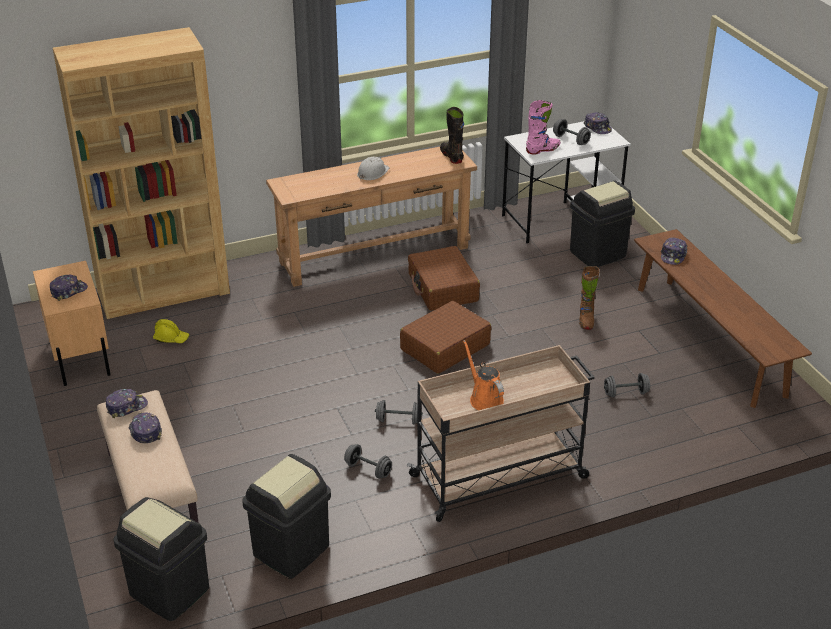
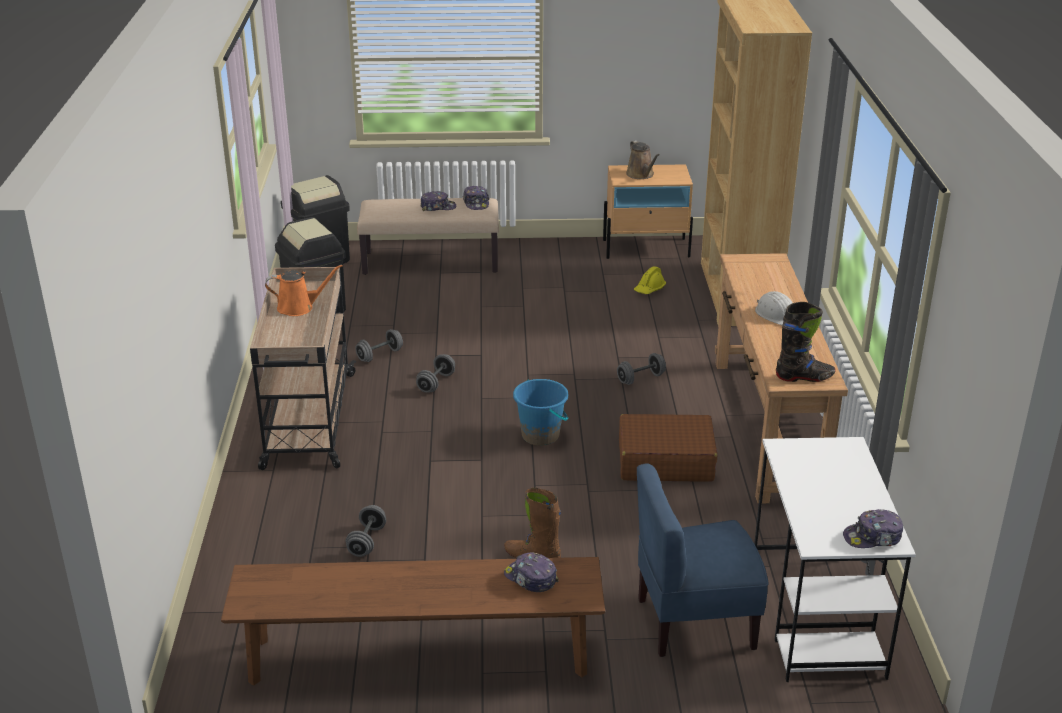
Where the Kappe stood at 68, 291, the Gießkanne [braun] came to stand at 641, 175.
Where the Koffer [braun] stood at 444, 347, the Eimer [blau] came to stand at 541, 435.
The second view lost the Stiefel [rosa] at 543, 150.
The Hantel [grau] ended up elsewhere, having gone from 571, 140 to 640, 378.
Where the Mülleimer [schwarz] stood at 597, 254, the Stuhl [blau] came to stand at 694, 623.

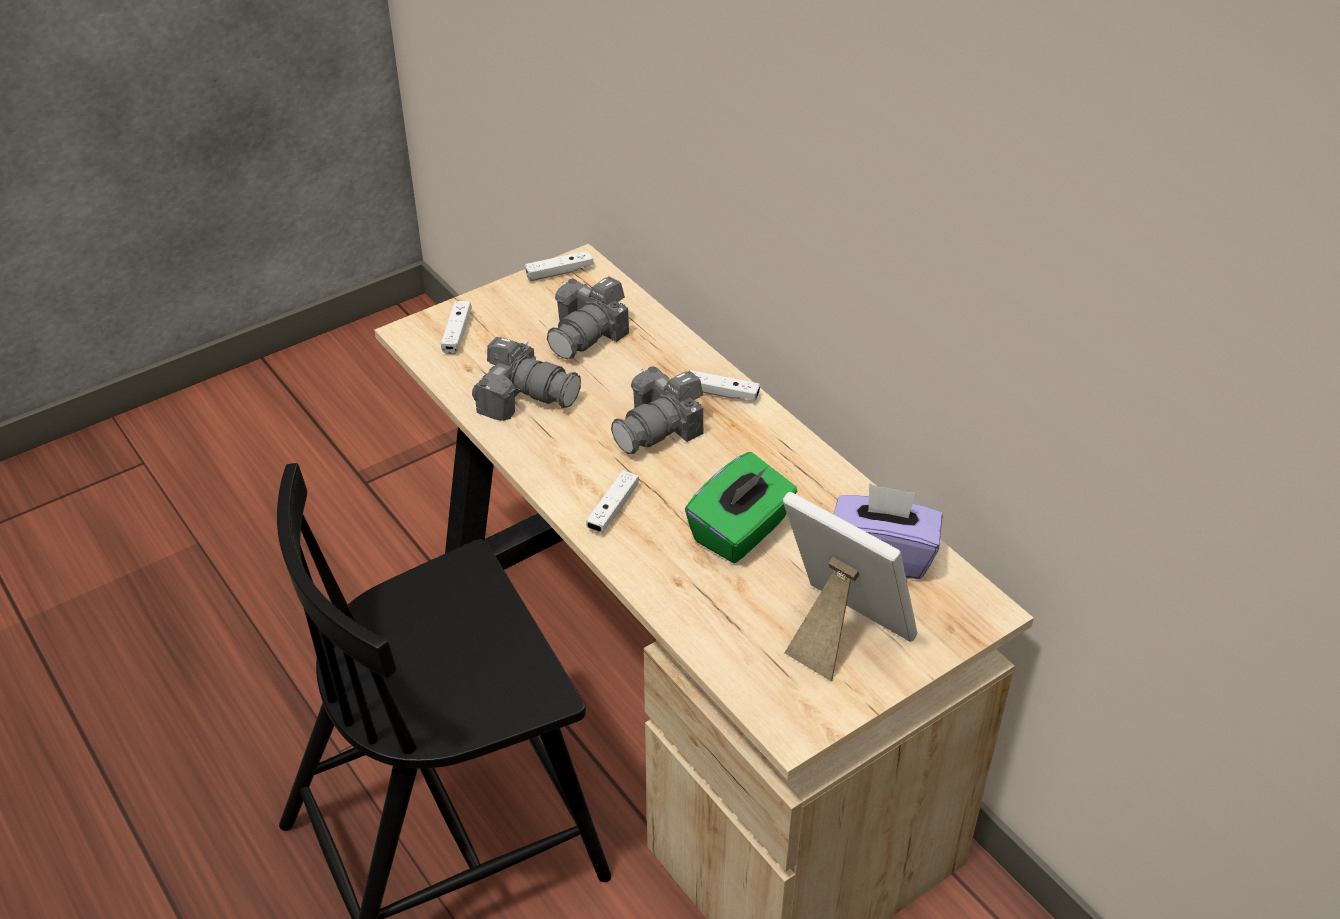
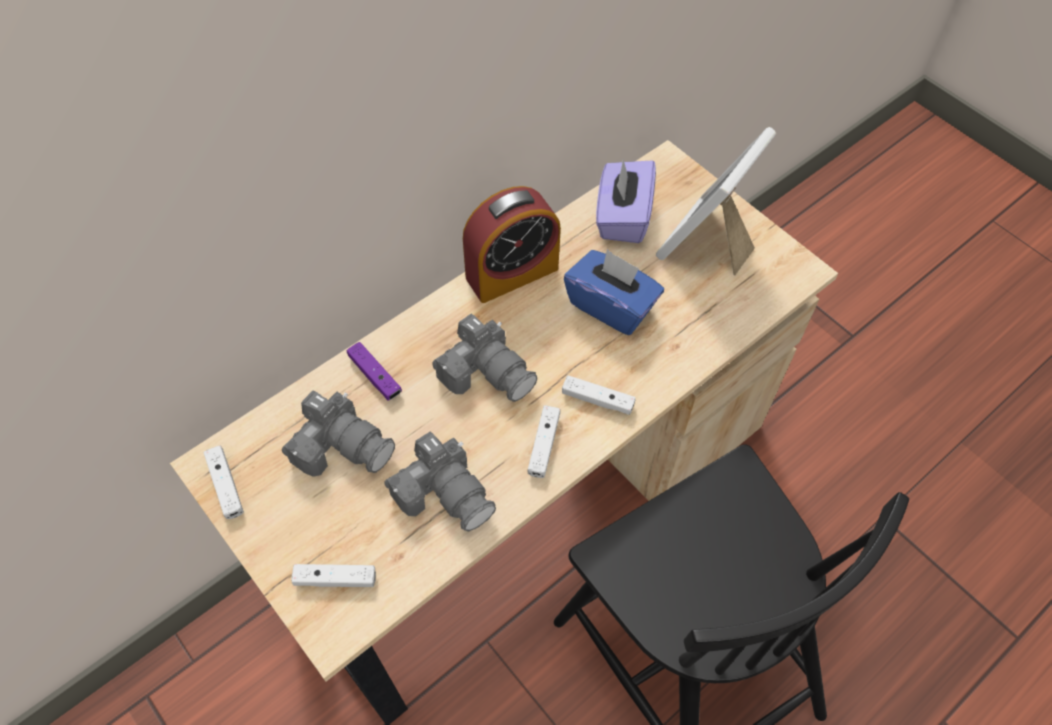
The Kamera at 525, 396 ended up facing another way, 120 degrees clockwise from before.
What was the Taschentuchbox [grün] at 741, 531 turned into the Taschentuchbox [blau] at 611, 306.
The Gamepad [weiß] ended up elsewhere, having gone from 721, 393 to 543, 445.
The second view gained the Gamepad [lila] at 375, 376.
The second view gained the Wecker at 512, 273.

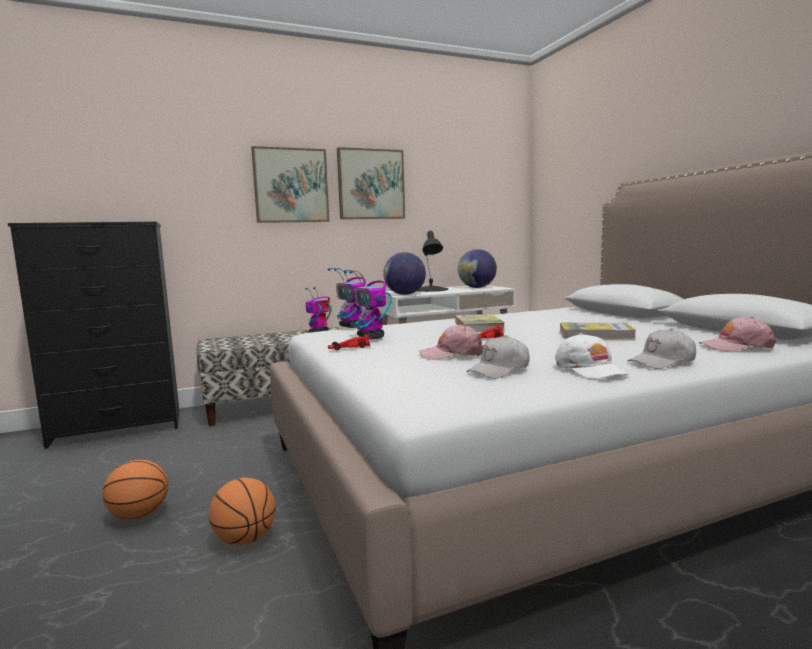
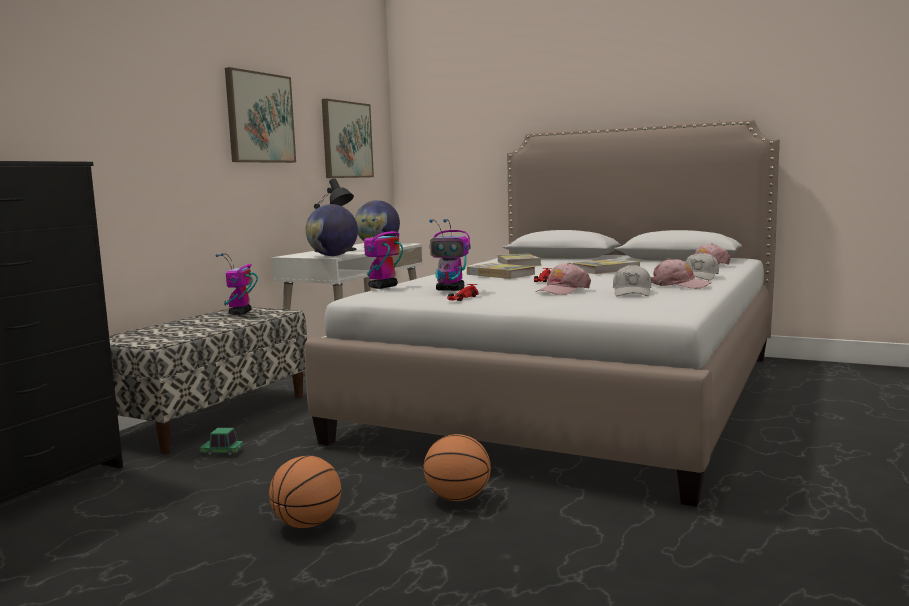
The Bild ended up elsewhere, having gone from 291, 185 to 346, 140.
The Spielzeugroboter at 352, 327 ended up facing another way, 120 degrees clockwise from before.
What was the Kappe [weiß] at 590, 369 turned into the Kappe [rosa] at 679, 285.
The second view gained the Spielzeugauto at 222, 452.
The second view gained the Buch at 518, 263.

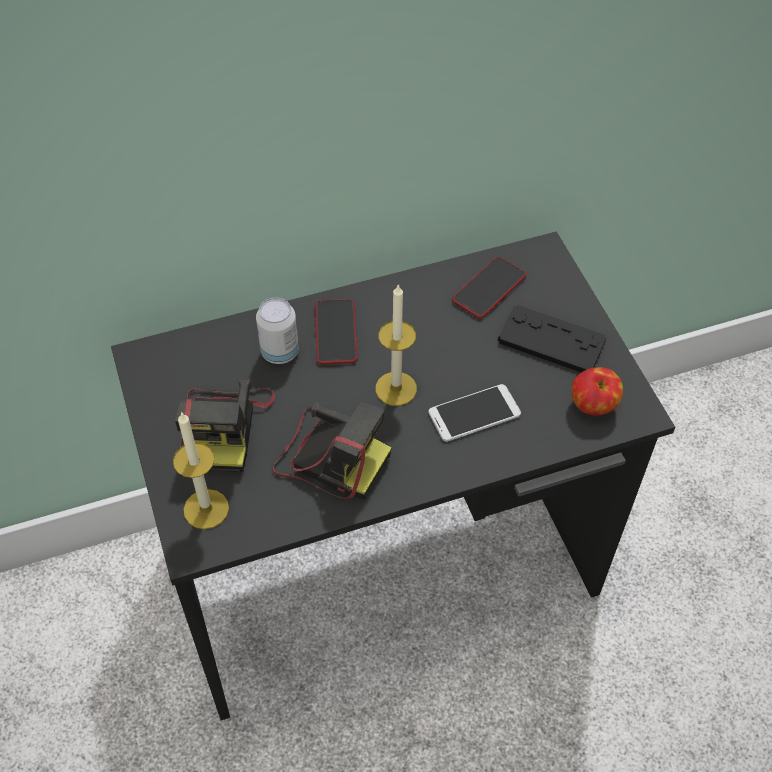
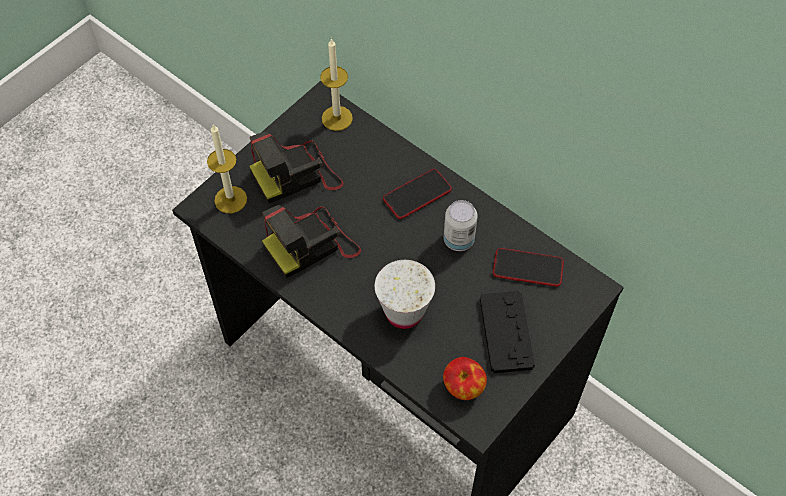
The Dose ended up elsewhere, having gone from 280, 352 to 458, 240.
The Kamera at 329, 456 ended up facing another way, 60 degrees clockwise from before.
The Kerze ended up elsewhere, having gone from 396, 388 to 337, 118.
Where the Handy stood at 474, 413, the Tasse [weiß] came to stand at 404, 313.

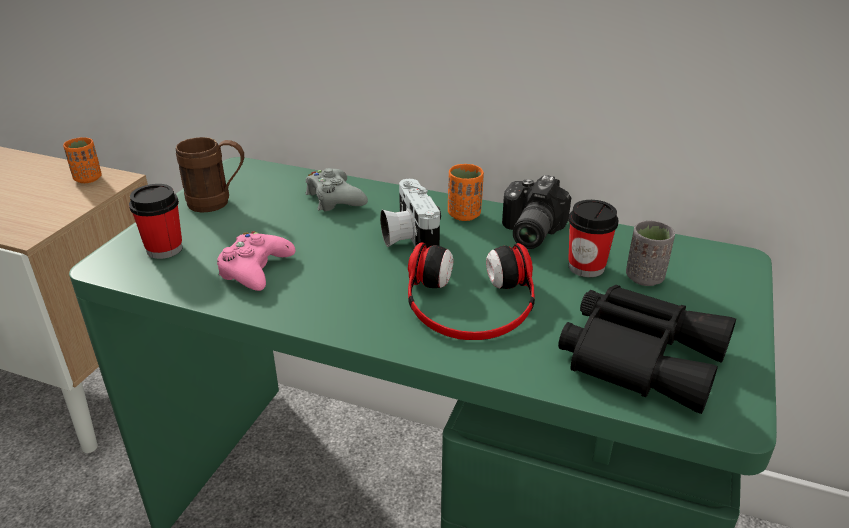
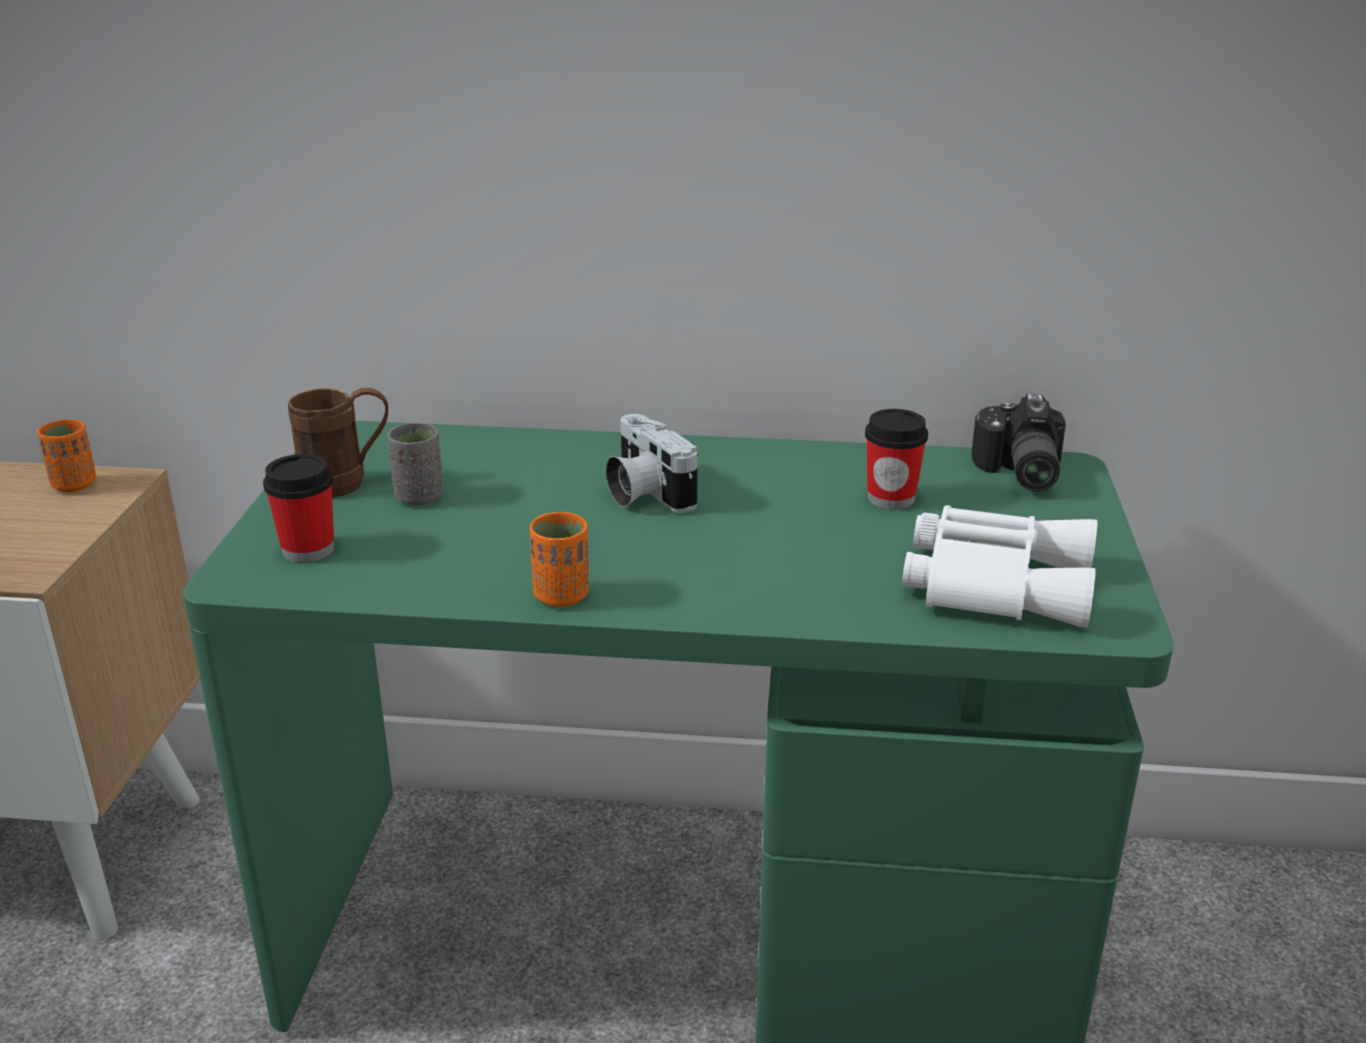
The second view lost the Gamepad [rosa] at 255, 269.
The second view lost the Gamepad [grau] at 334, 198.
The second view lost the Kopfhörer at 470, 303.
The Tasse [orange] ended up elsewhere, having gone from 464, 214 to 561, 596.
The Kamera ended up elsewhere, having gone from 527, 232 to 1017, 473.
What was the Fernglas [schwarz] at 640, 354 turned into the Fernglas [weiß] at 994, 581.
The Tasse [grau] ended up elsewhere, having gone from 644, 278 to 419, 497.

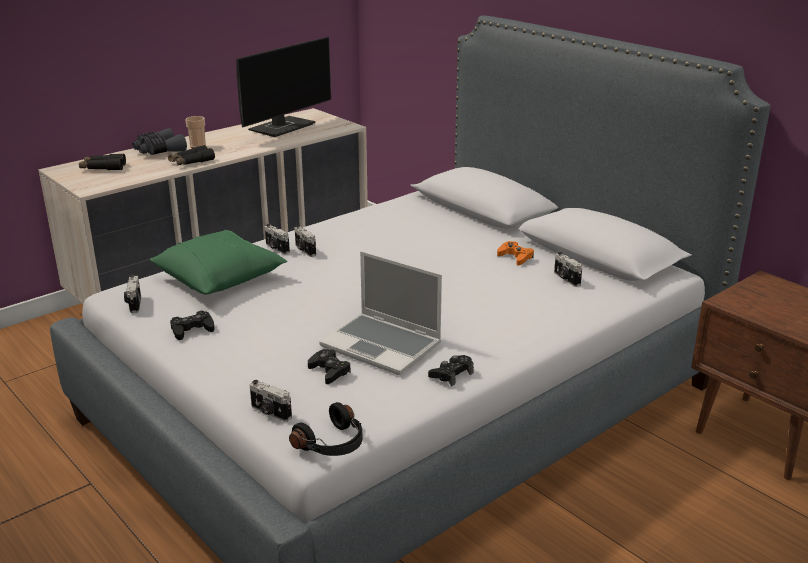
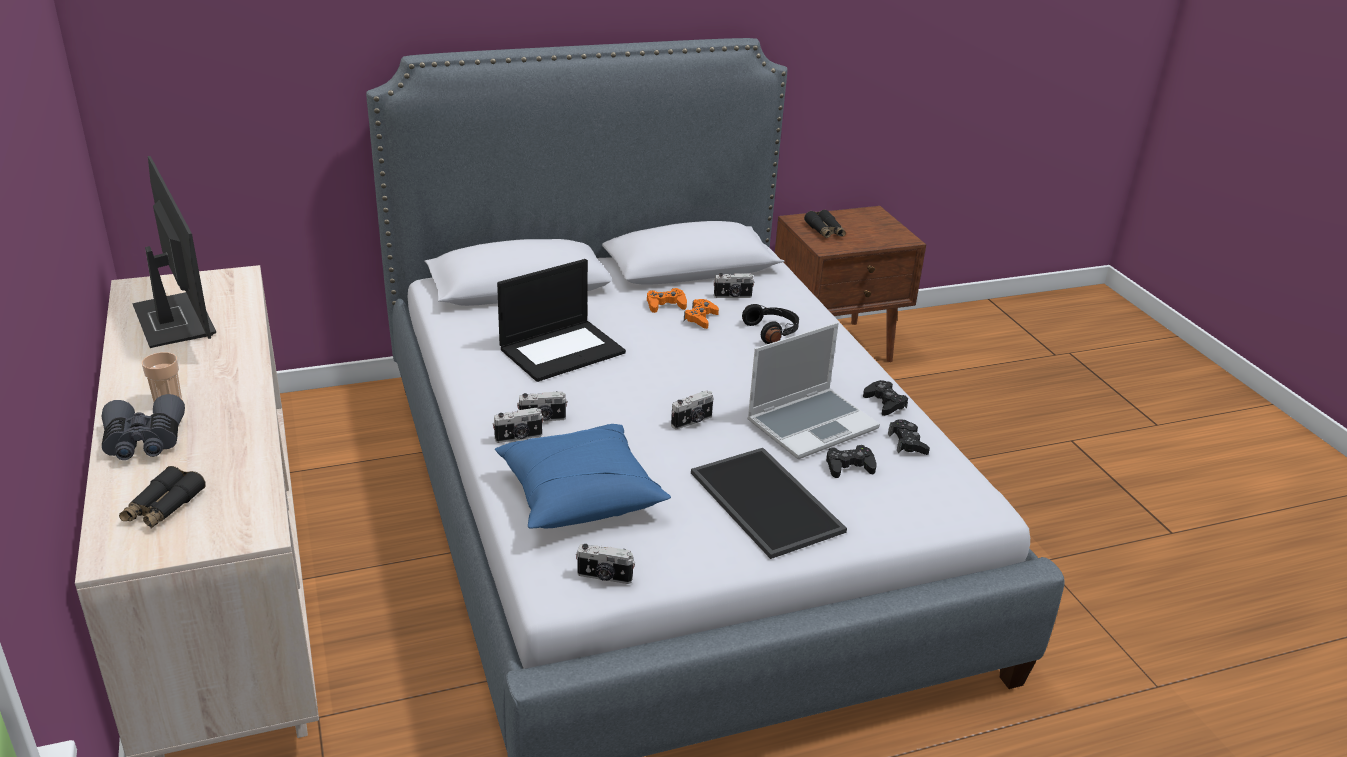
What was the Kissen [grün] at 220, 278 turned into the Kissen [blau] at 579, 494.
The Fernglas [schwarz] ended up elsewhere, having gone from 191, 162 to 825, 231.
The Gamepad [schwarz] ended up elsewhere, having gone from 192, 330 to 907, 443.
The Kamera ended up elsewhere, having gone from 270, 412 to 692, 422.
The Kopfhörer [schwarz] ended up elsewhere, having gone from 333, 444 to 772, 331.
The second view gained the Laptop at 562, 350.
The second view gained the Gamepad [orange] at 700, 318.
The second view gained the Tablett at 769, 502.

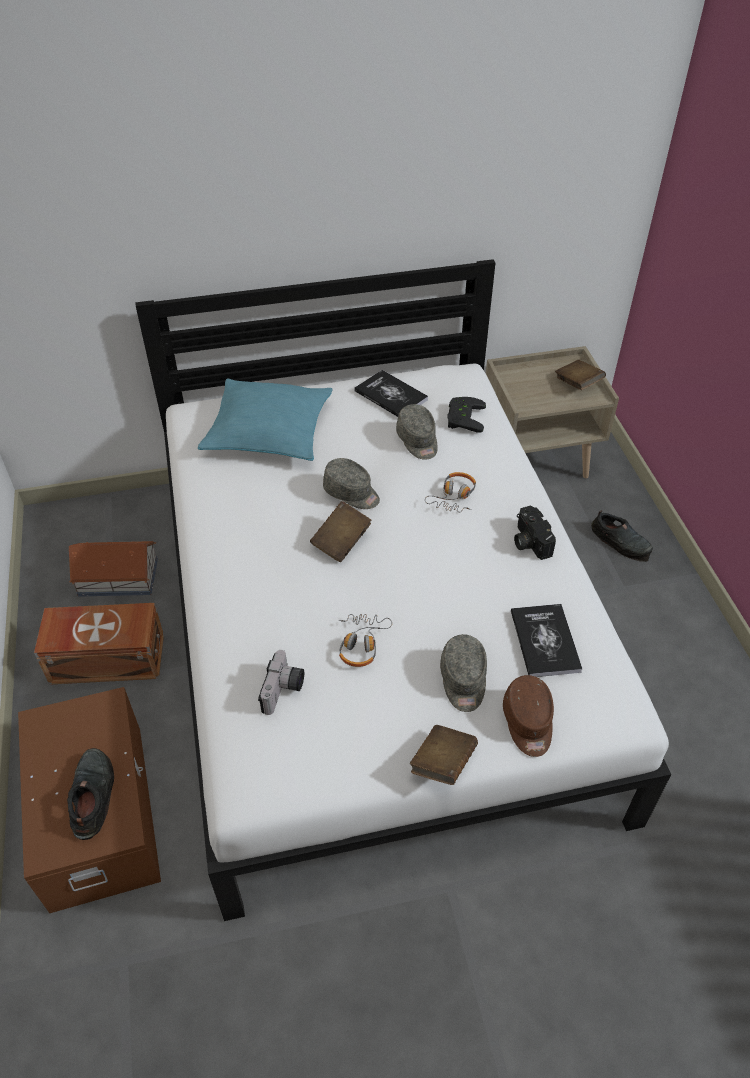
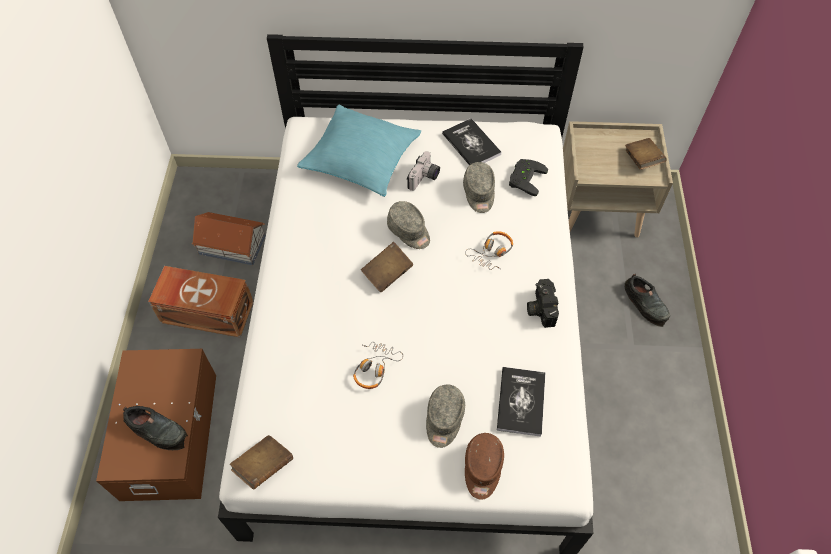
The Schuh [schwarz] at 92, 794 ended up facing another way, 105 degrees clockwise from before.
The Kamera ended up elsewhere, having gone from 284, 691 to 424, 179.
The Buch [braun] ended up elsewhere, having gone from 443, 763 to 264, 466.

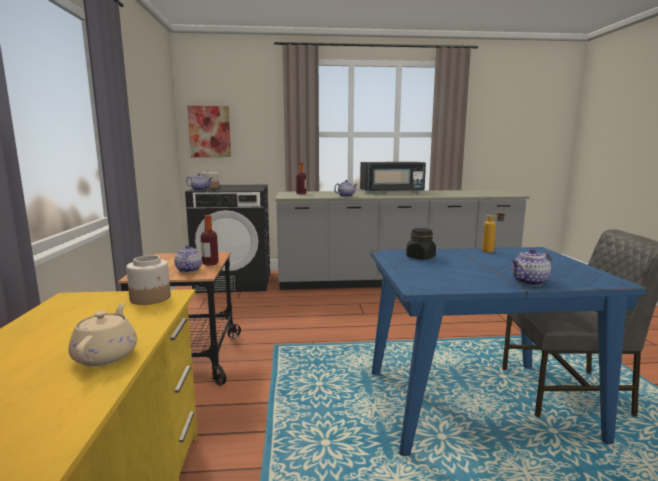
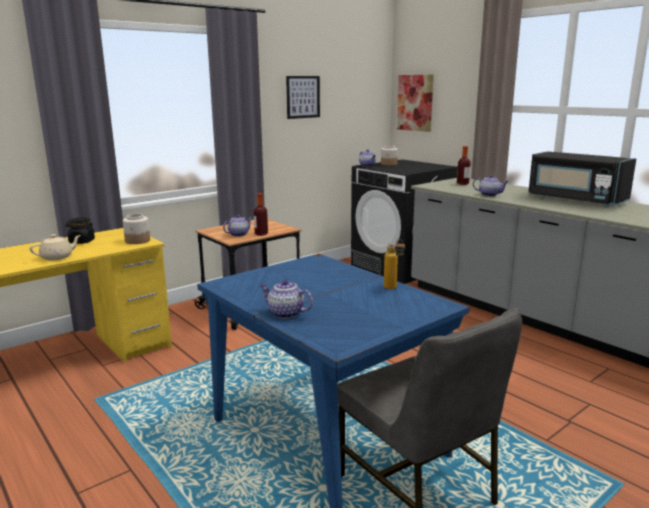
The Vorratsglas [schwarz] ended up elsewhere, having gone from 420, 257 to 81, 242.
The second view gained the Bild at 303, 97.

